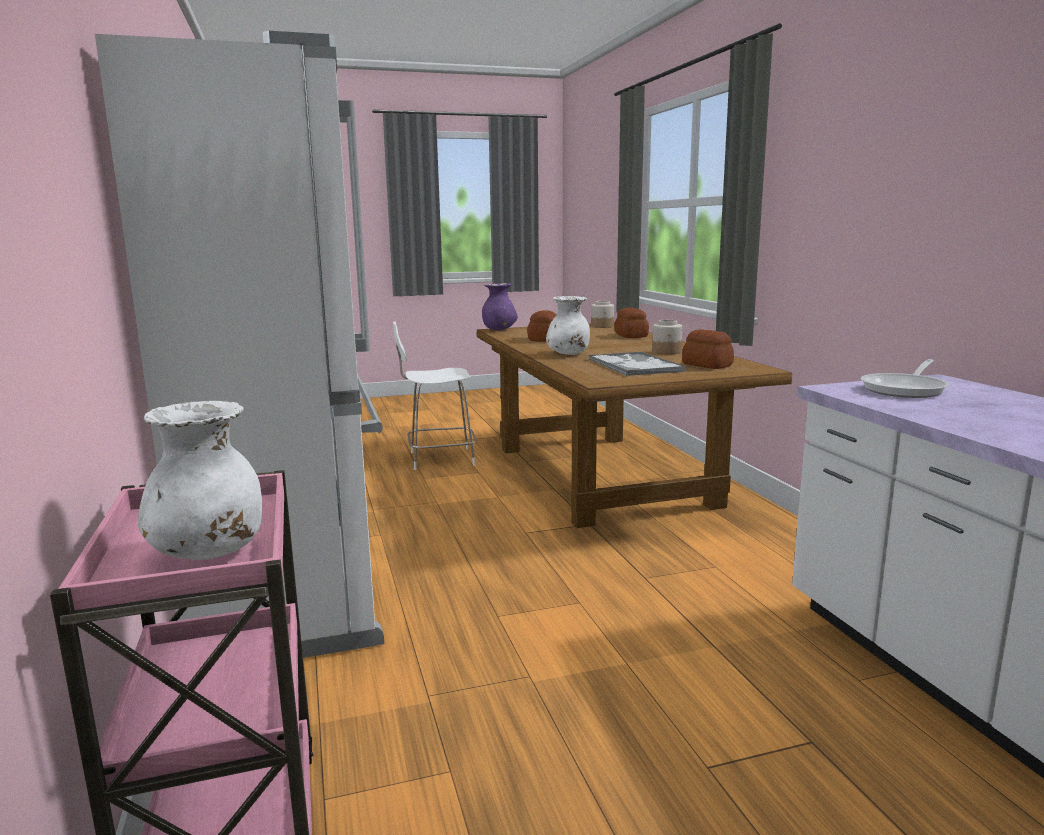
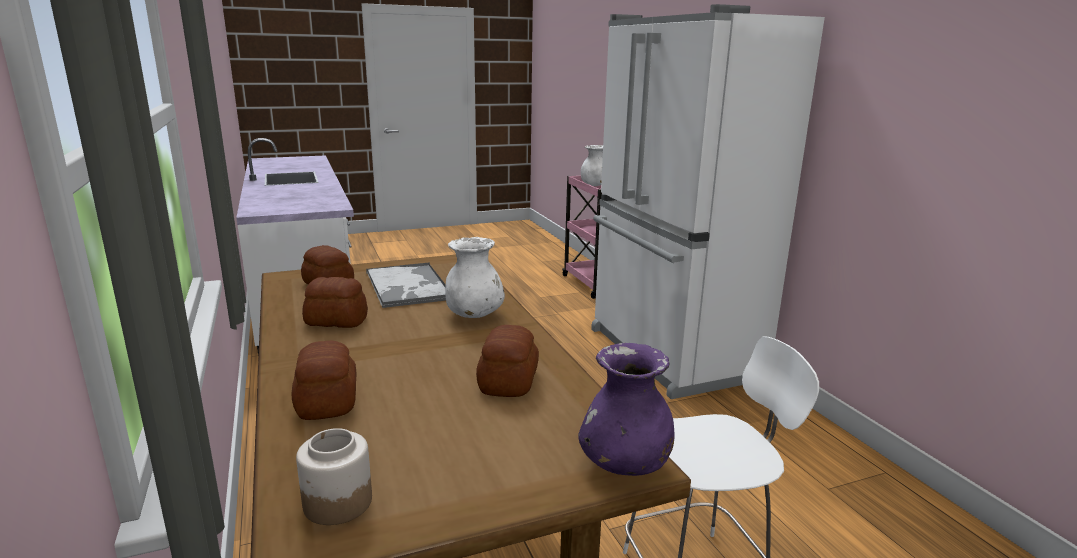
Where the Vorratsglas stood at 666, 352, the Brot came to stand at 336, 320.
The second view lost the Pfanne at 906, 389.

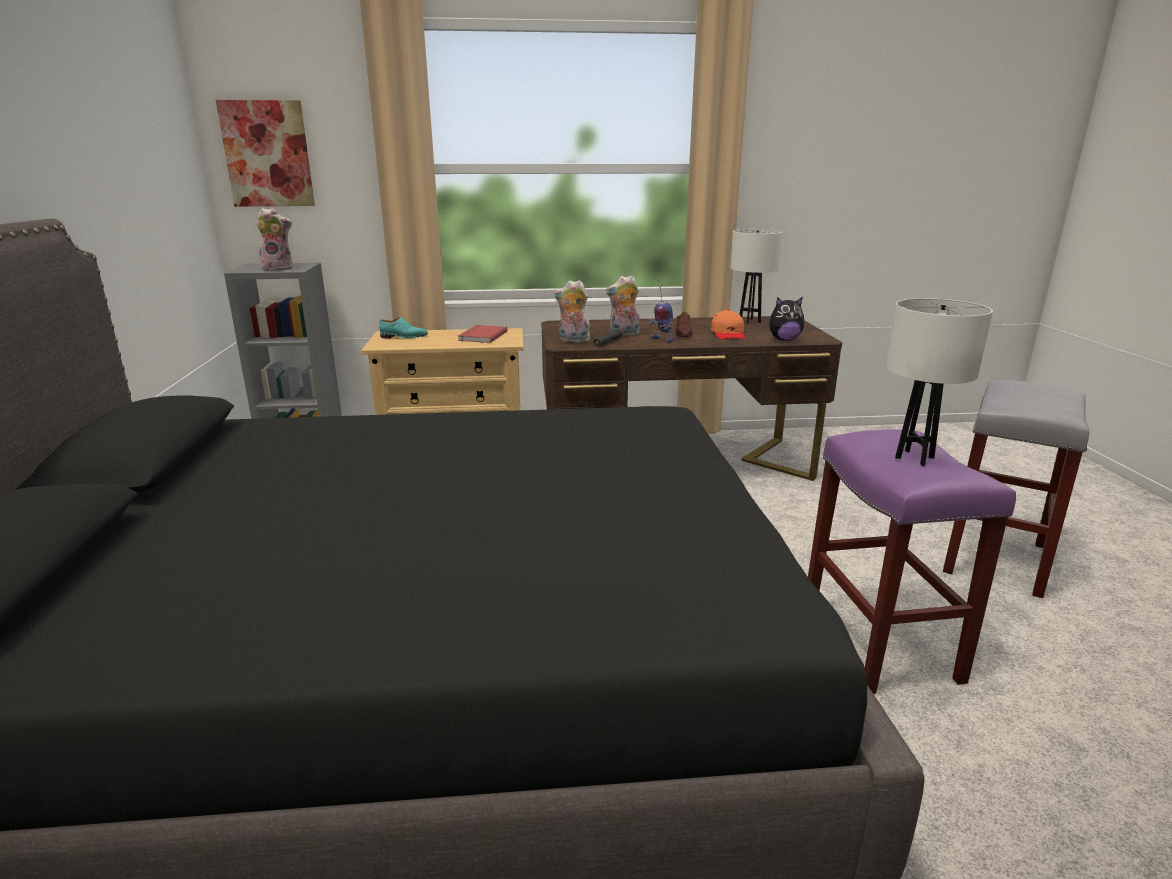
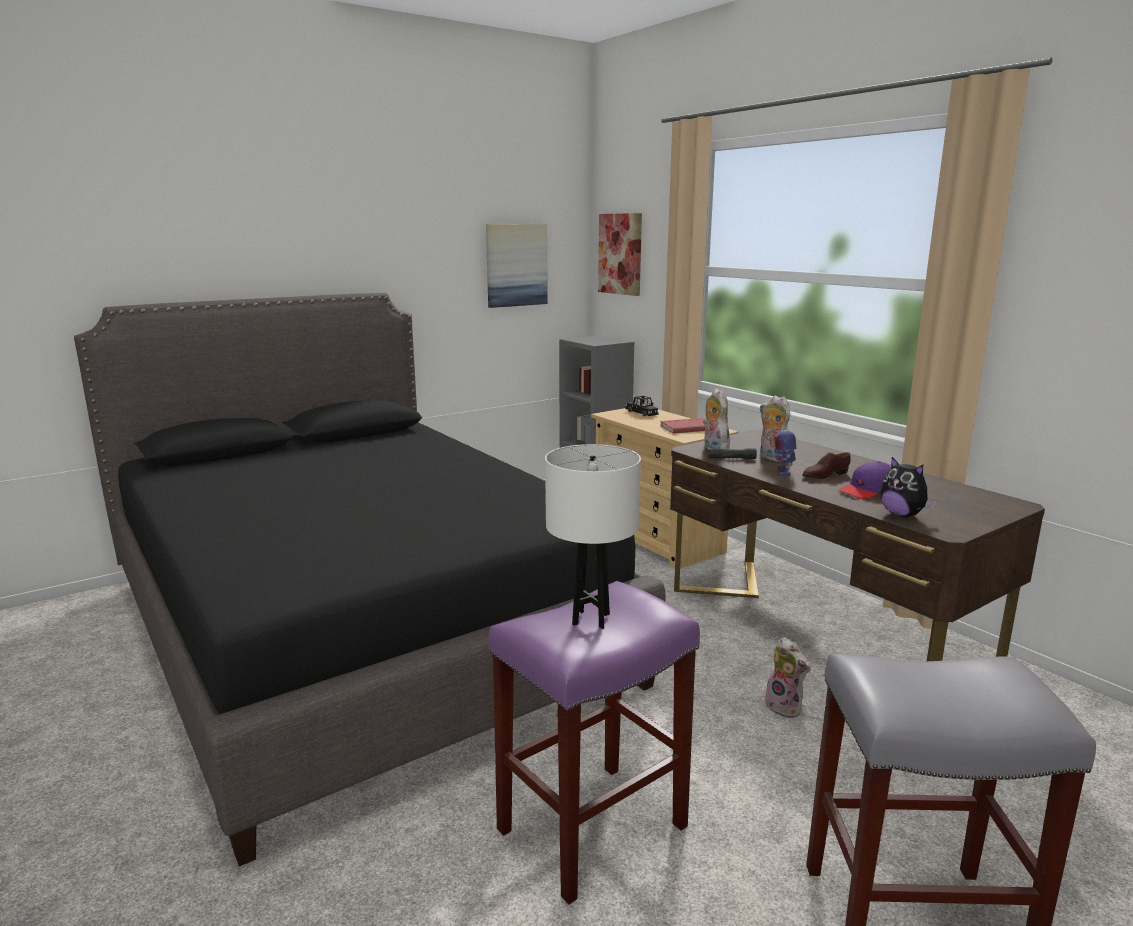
The Plüschtier ended up elsewhere, having gone from 279, 268 to 785, 707.
Where the Schuh [türkis] stood at 404, 337, the Spielzeugauto [schwarz] came to stand at 642, 413.
What was the Kappe [orange] at 728, 334 turned into the Kappe [lila] at 867, 490.
The second view lost the Tischlampe [weiß] at 749, 321.
The second view gained the Bild at 516, 265.

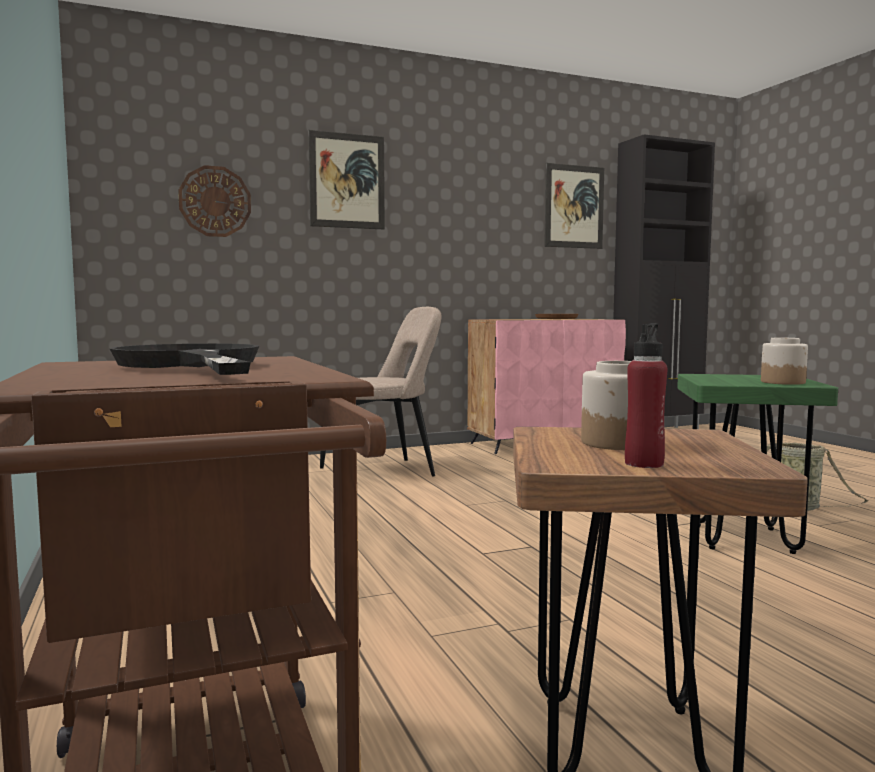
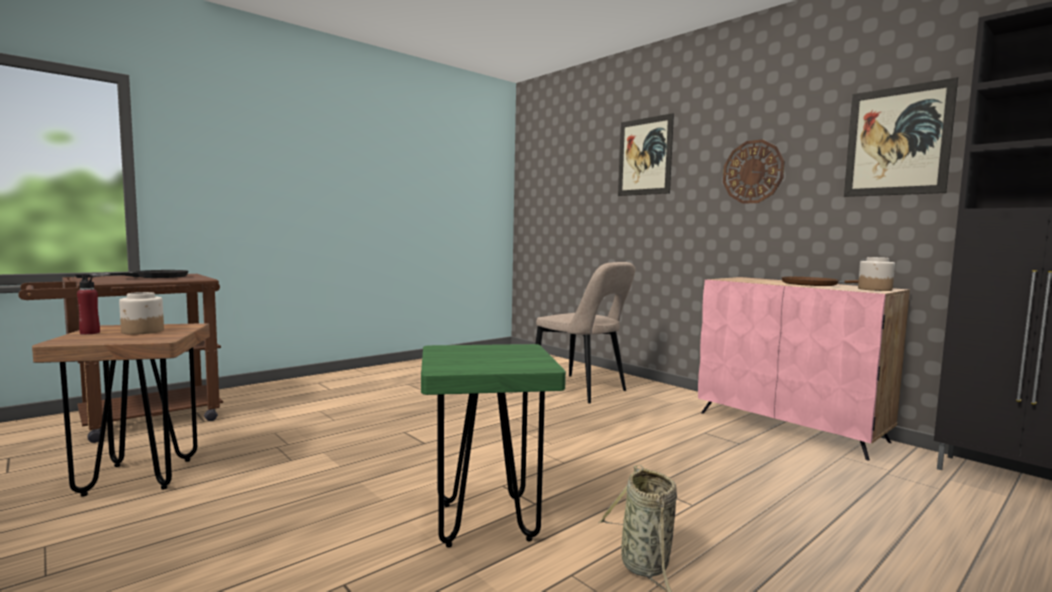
The Wanduhr ended up elsewhere, having gone from 215, 201 to 753, 172.
The Vorratsglas ended up elsewhere, having gone from 782, 382 to 875, 289.

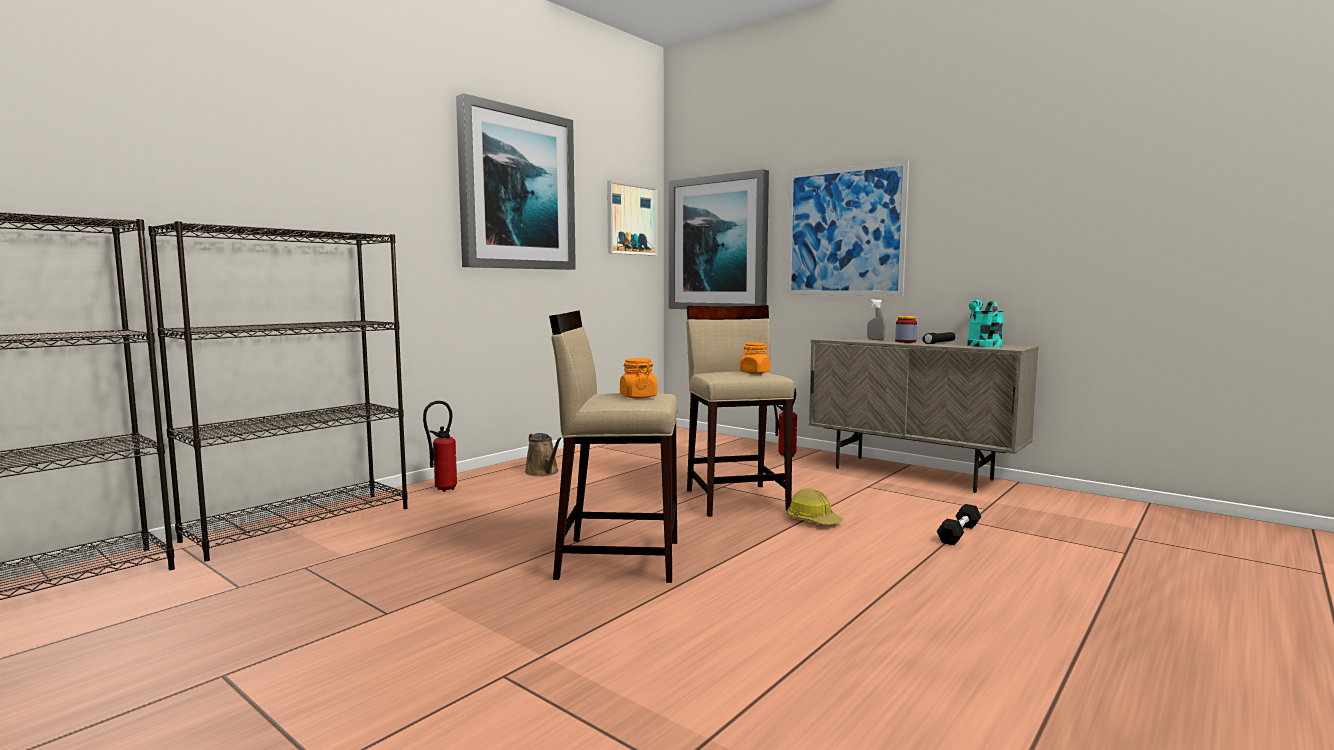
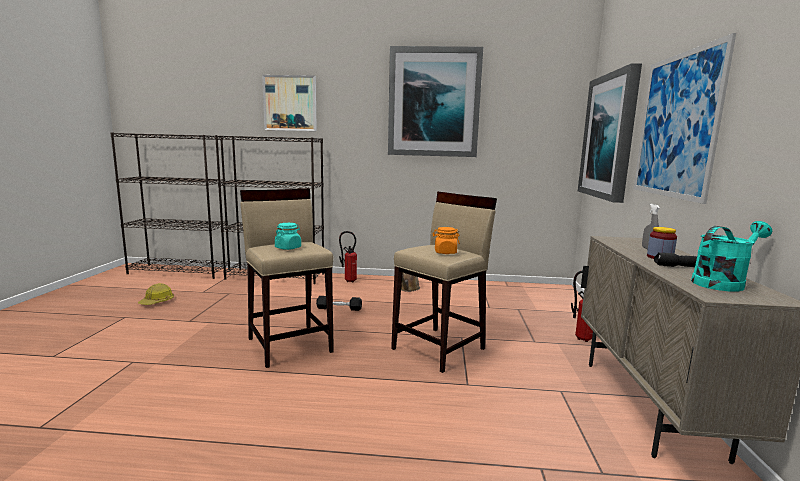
The Bild ended up elsewhere, having gone from 631, 219 to 290, 103.
What was the Vorratsglas [orange] at 638, 396 turned into the Vorratsglas [türkis] at 288, 248.
The Schutzhelm ended up elsewhere, having gone from 813, 520 to 157, 302.
The Hantel [schwarz] ended up elsewhere, having gone from 959, 533 to 339, 308.

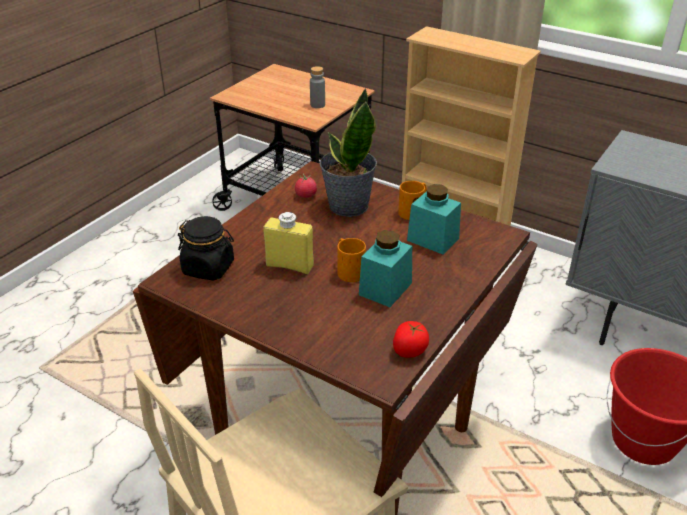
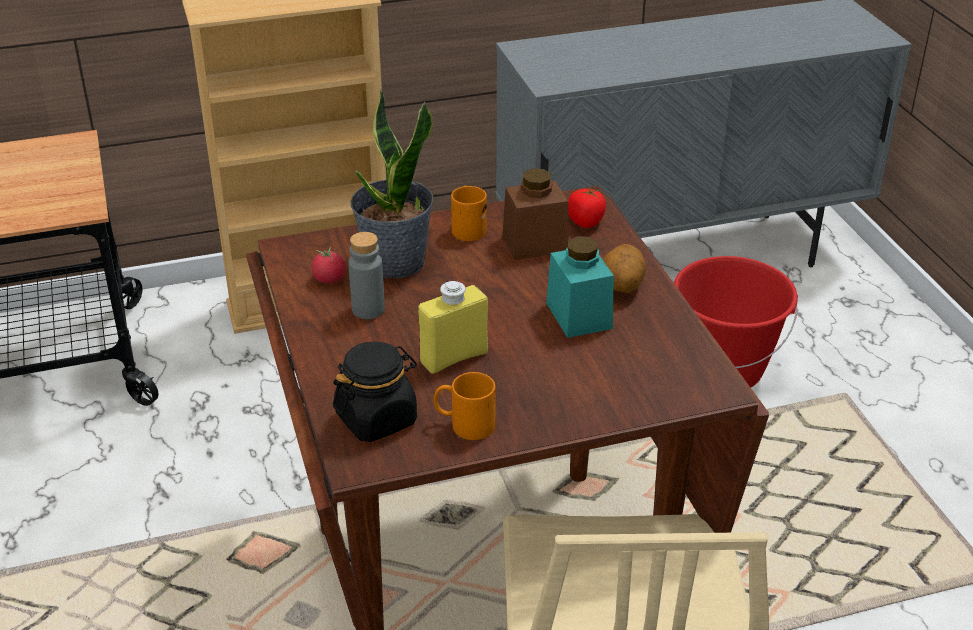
The Flasche [grau] ended up elsewhere, having gone from 317, 105 to 368, 309.
The Henkelbecher [orange] ended up elsewhere, having gone from 348, 270 to 464, 425.
The Tomate ended up elsewhere, having gone from 409, 350 to 585, 222.
What was the Vorratsglas [türkis] at 433, 239 turned into the Vorratsglas [braun] at 535, 244.
The second view gained the Kartoffel at 621, 286.

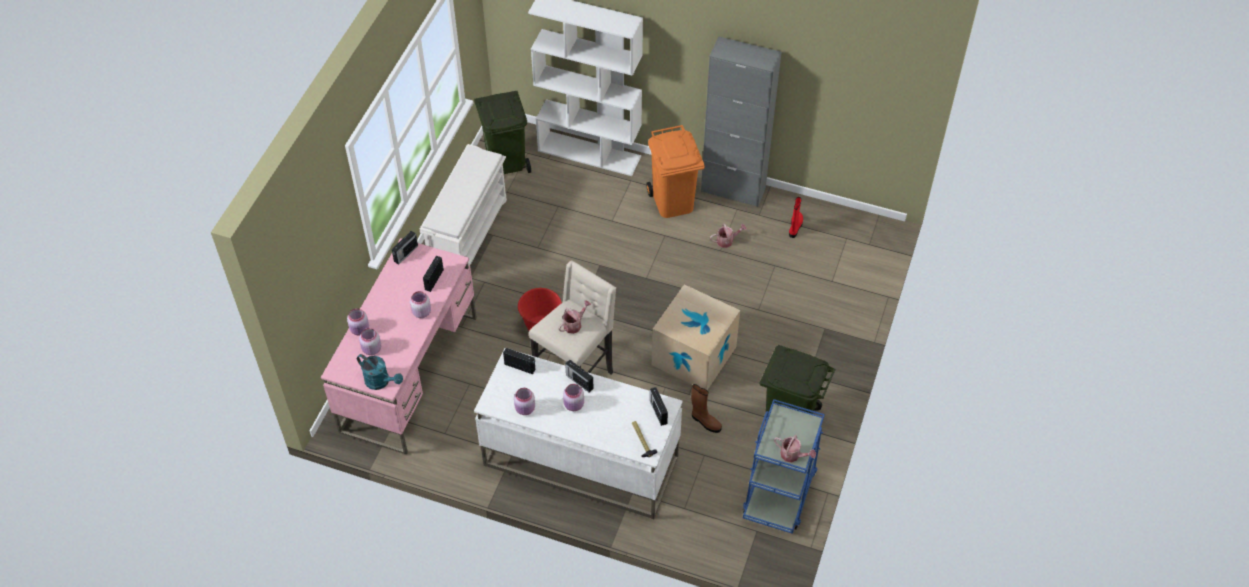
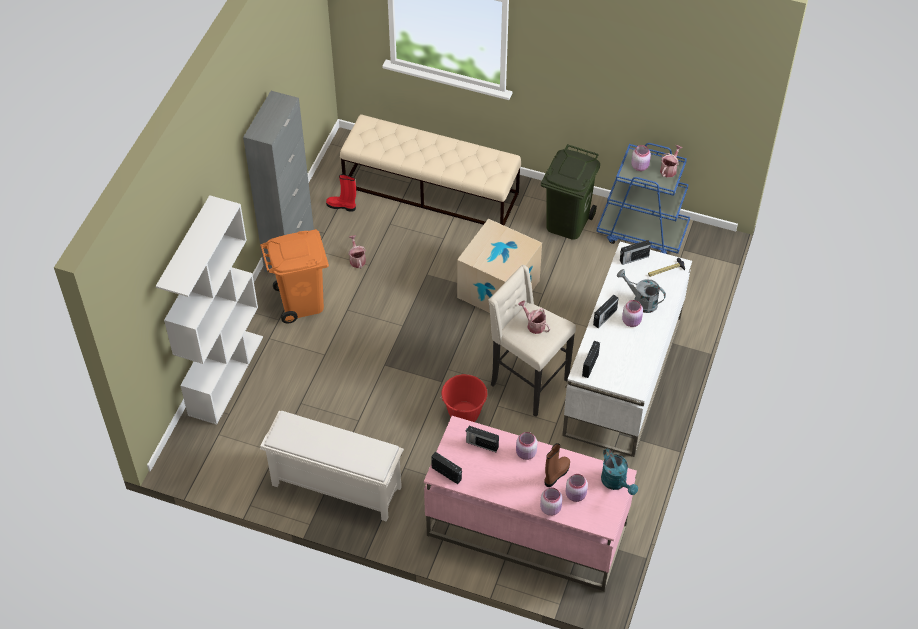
The Gießkanne [türkis] at 381, 382 ended up facing another way, 120 degrees clockwise from before.
The second view lost the Mülleimer [grün] at 507, 163.
The Vorratsglas [rosa] ended up elsewhere, having gone from 525, 409 to 640, 166.
The Stiefel [braun] ended up elsewhere, having gone from 705, 421 to 556, 474.
The second view gained the Bank [beige] at 431, 190.
The second view gained the Gießkanne [grau] at 641, 301.

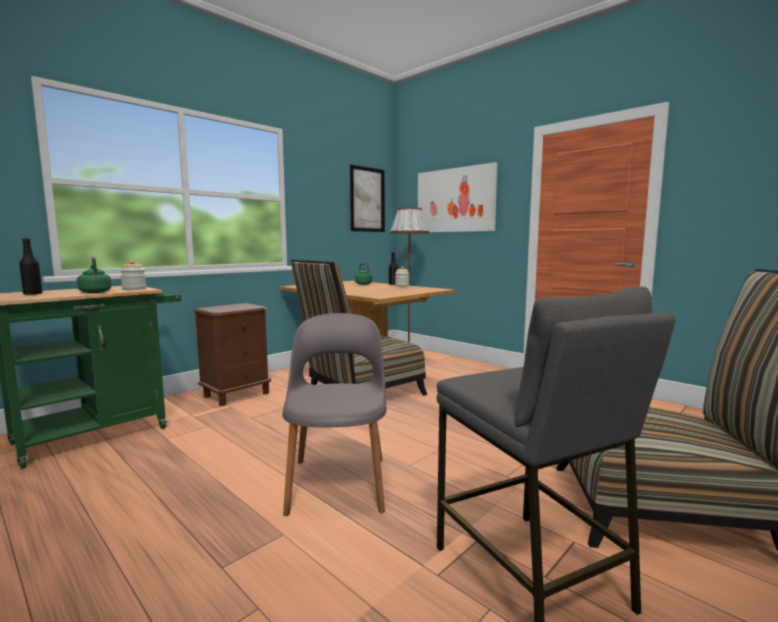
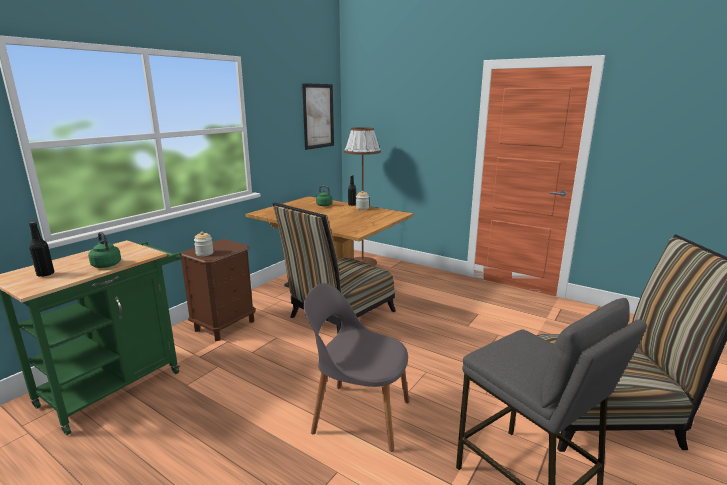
The Vorratsglas ended up elsewhere, having gone from 134, 289 to 204, 253.
The Stuhl [grau] at 338, 482 ended up facing another way, 60 degrees counterclockwise from before.
The second view lost the Bild at 455, 200.

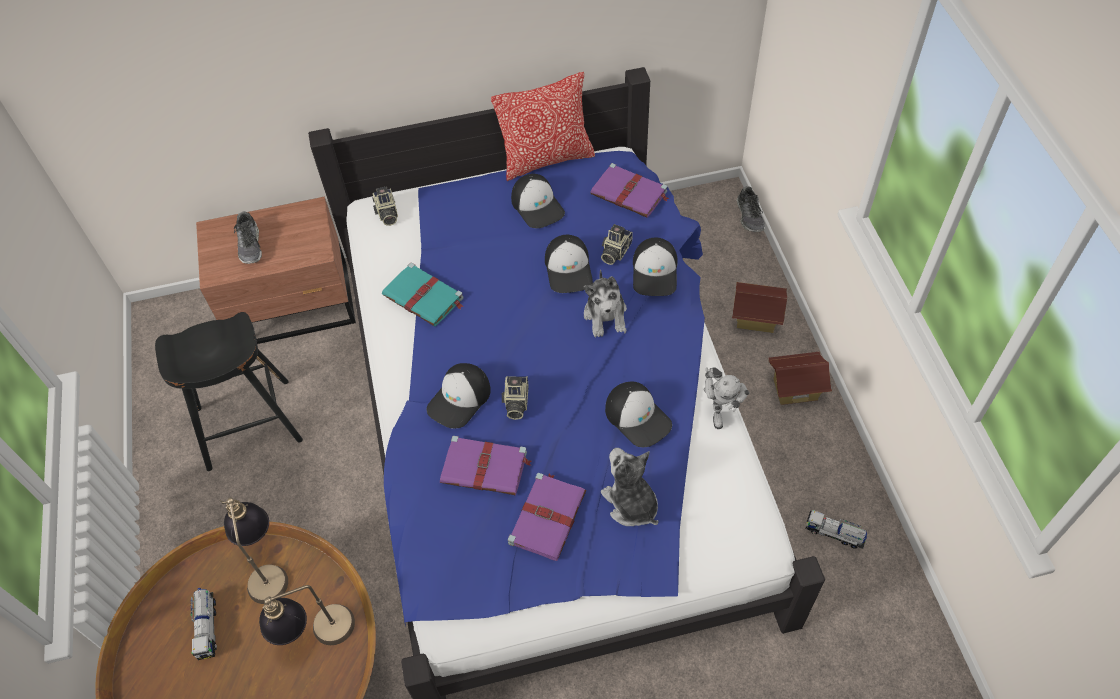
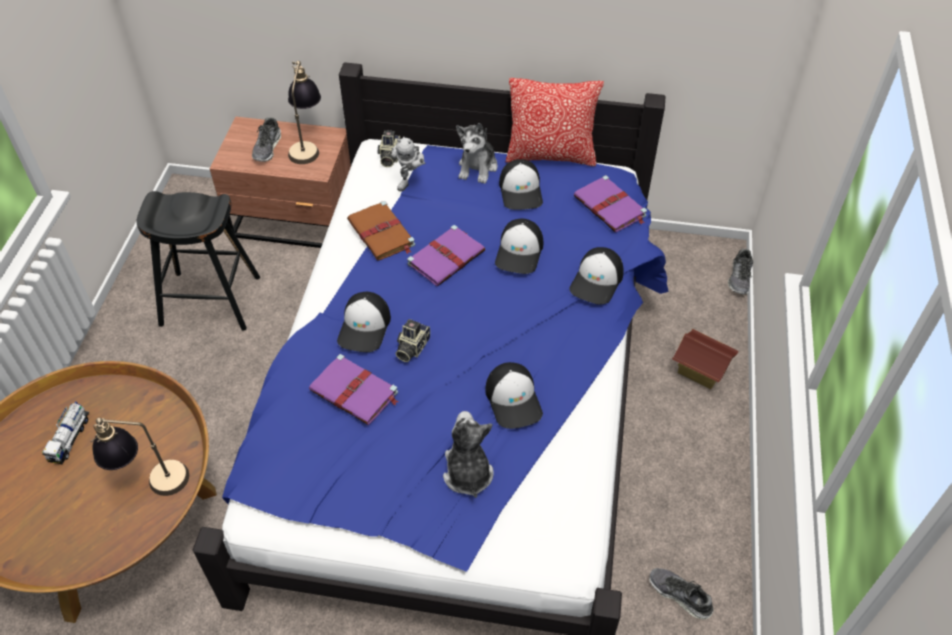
The Tischlampe ended up elsewhere, having gone from 266, 567 to 307, 144.
What was the Buch [türkis] at 424, 297 turned into the Buch [braun] at 382, 234.
The Kappe at 460, 399 ended up facing another way, 45 degrees counterclockwise from before.
The Buch [lila] ended up elsewhere, having gone from 548, 516 to 447, 257.
The Plüschtier ended up elsewhere, having gone from 606, 315 to 478, 167.
The second view lost the Kamera at 614, 251.
The Spielzeugroboter ended up elsewhere, having gone from 719, 409 to 410, 180.
The second view lost the Spielzeughaus at 795, 389.
Where the Spielzeuglaster stood at 834, 534, the Schuh came to stand at 680, 595.

